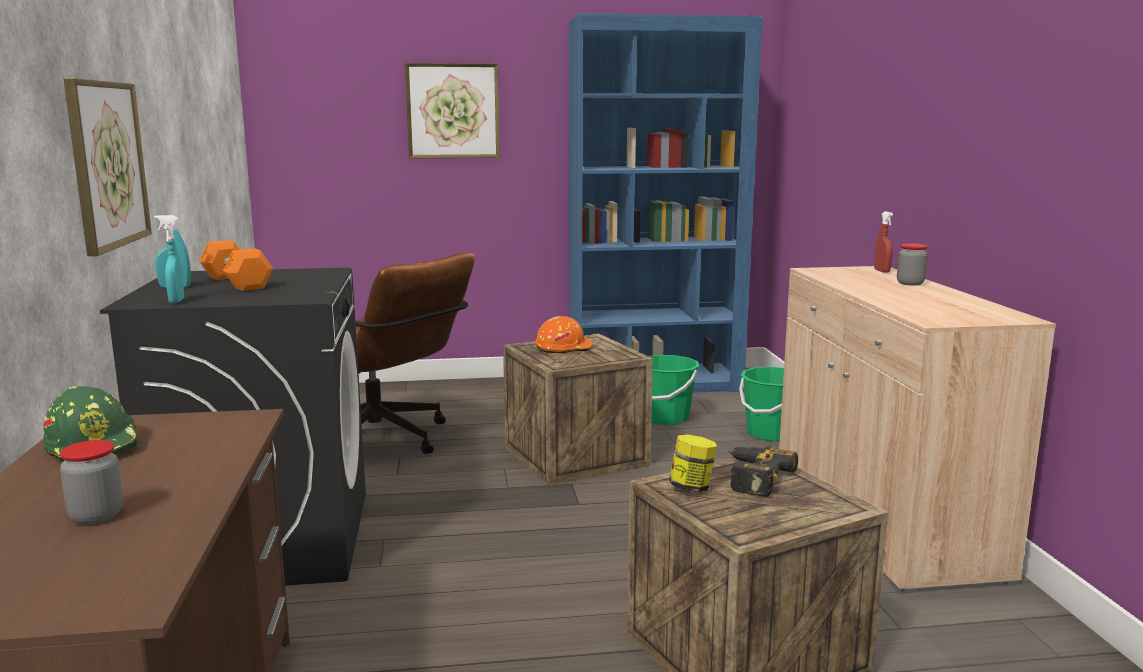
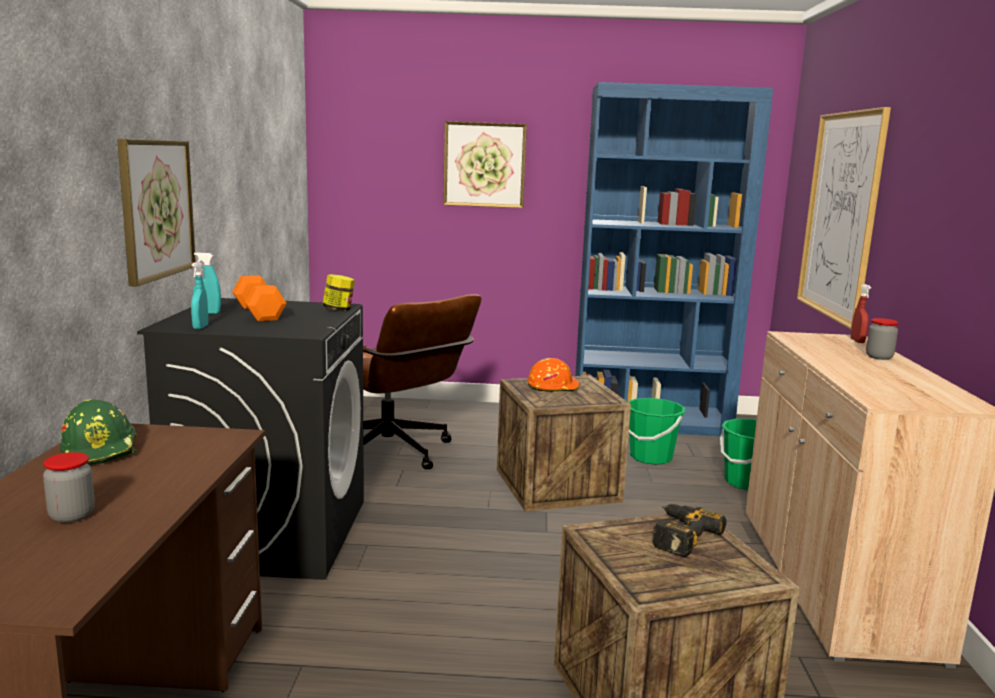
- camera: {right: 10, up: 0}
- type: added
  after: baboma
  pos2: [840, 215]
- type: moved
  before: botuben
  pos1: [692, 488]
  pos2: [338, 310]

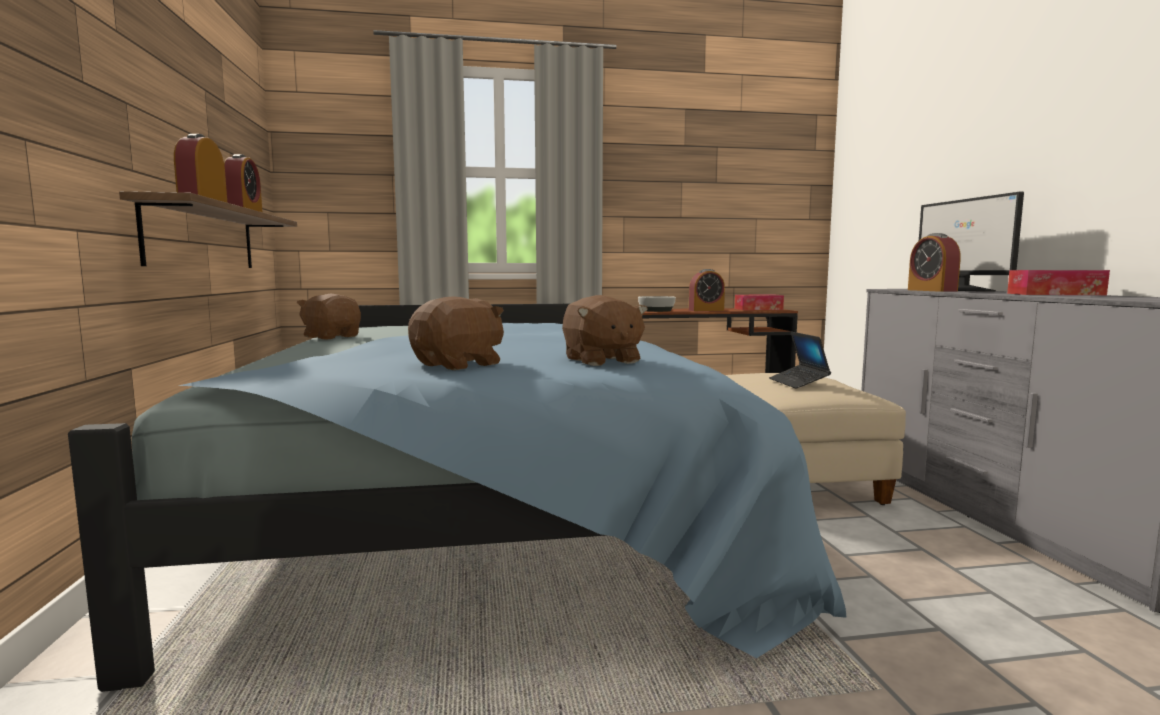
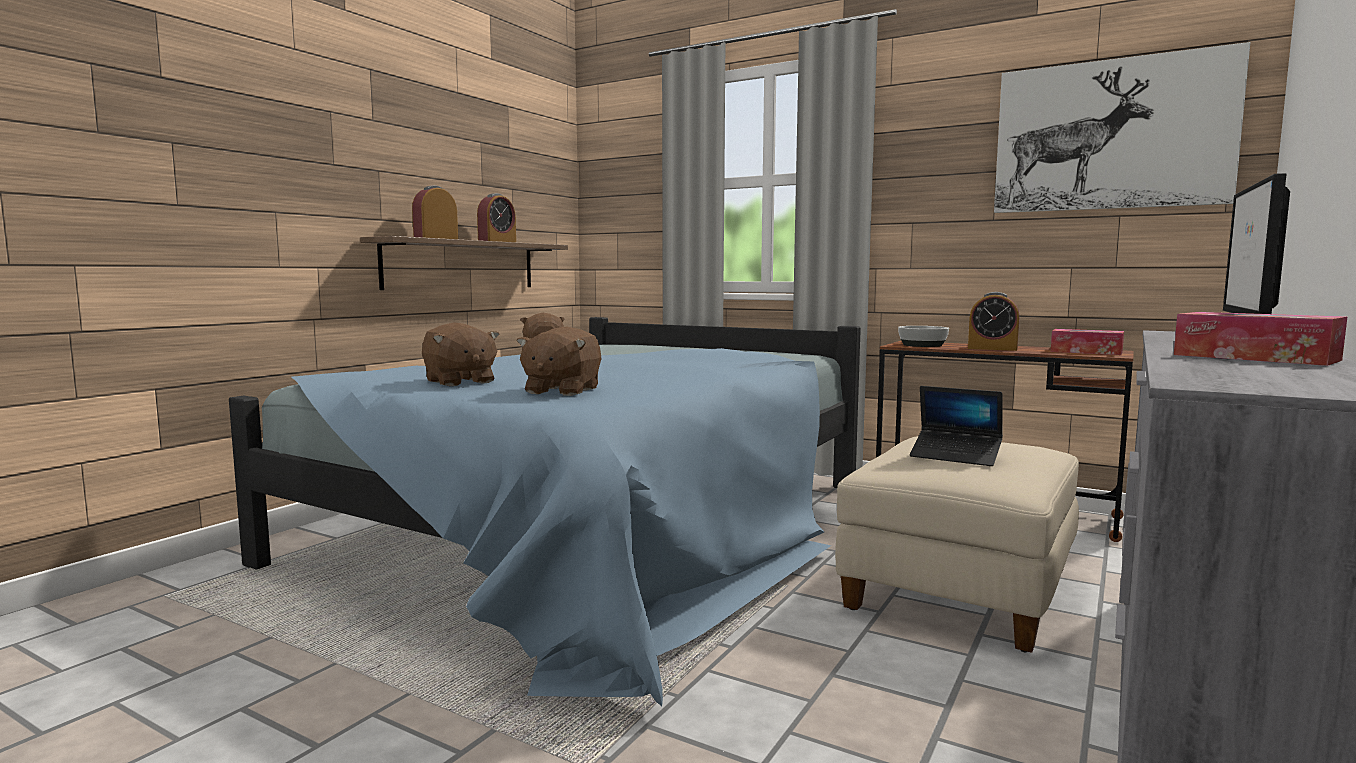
- camera: {right: 40, up: 0}
- type: removed
  before: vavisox
  pos1: [931, 290]
- type: added
  after: baboma
  pos2: [1111, 135]
- type: turned
  before: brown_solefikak
  pos1: [459, 365]
  pos2: [459, 382]
  turn: 60
- type: turned
  before: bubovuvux
  pos1: [798, 383]
  pos2: [955, 456]
  turn: -90

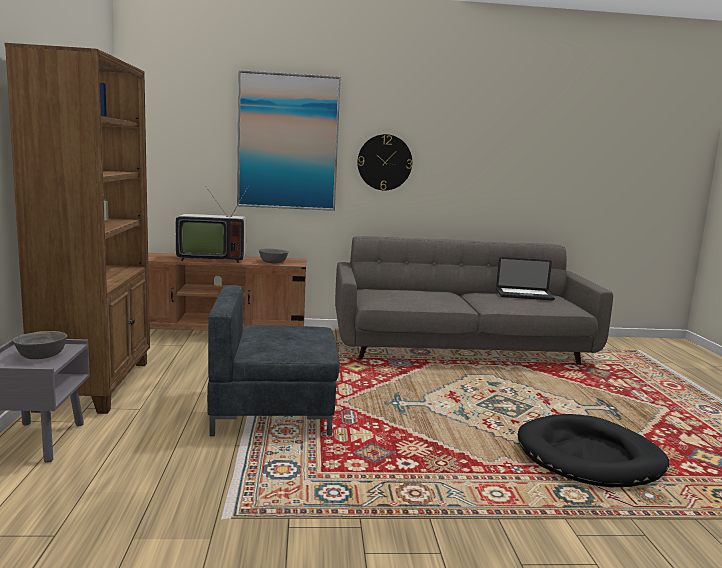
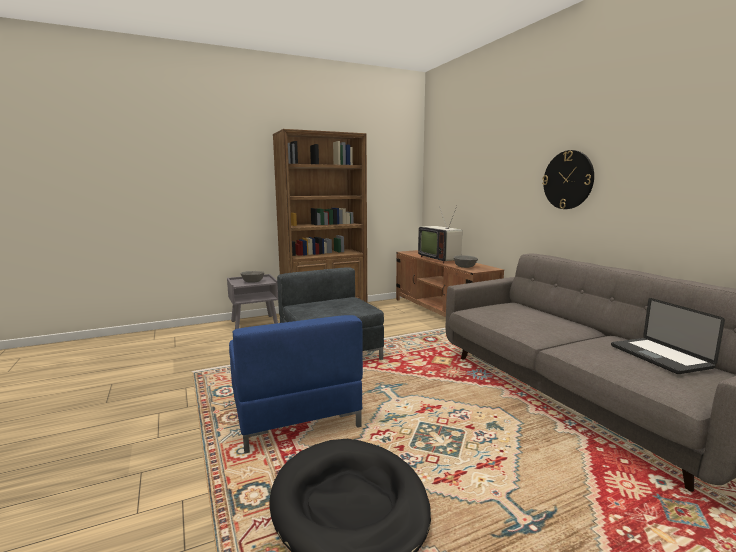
- camera: {right: 70, up: 0}
- type: removed
  before: baboma
  pos1: [288, 142]
- type: added
  after: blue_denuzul
  pos2: [294, 411]

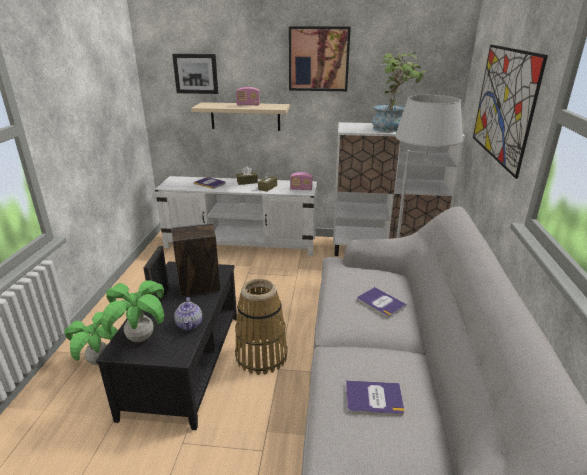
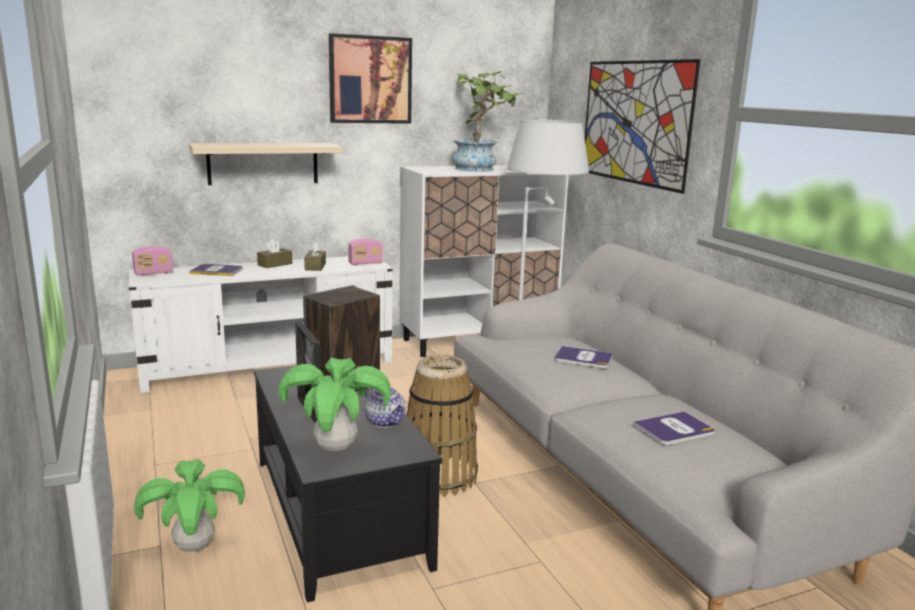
- camera: {right: -30, up: -10}
- type: removed
  before: baboma
  pos1: [196, 73]
- type: moved
  before: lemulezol
  pos1: [248, 105]
  pos2: [153, 273]

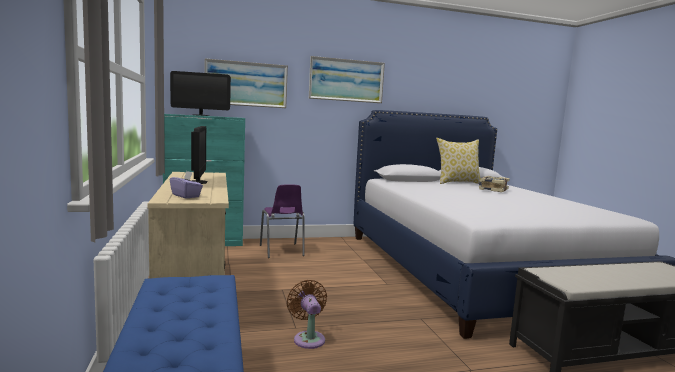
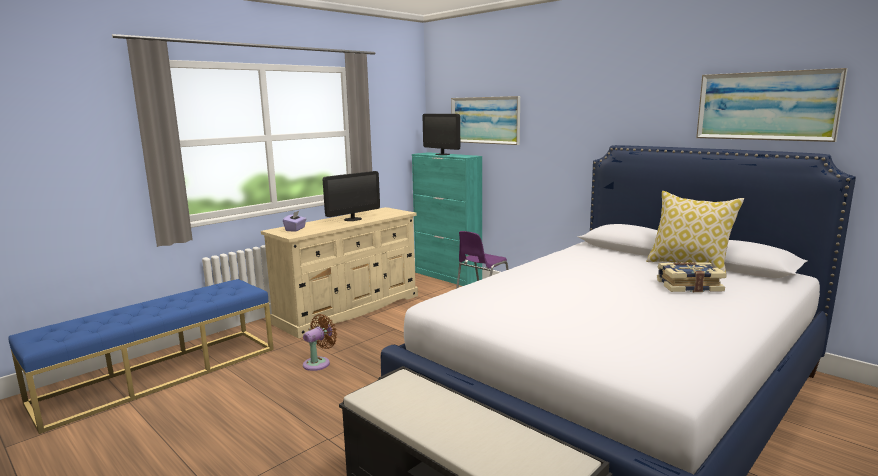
- camera: {right: 60, up: 5}
- type: moved
  before: baboma
  pos1: [346, 80]
  pos2: [766, 106]

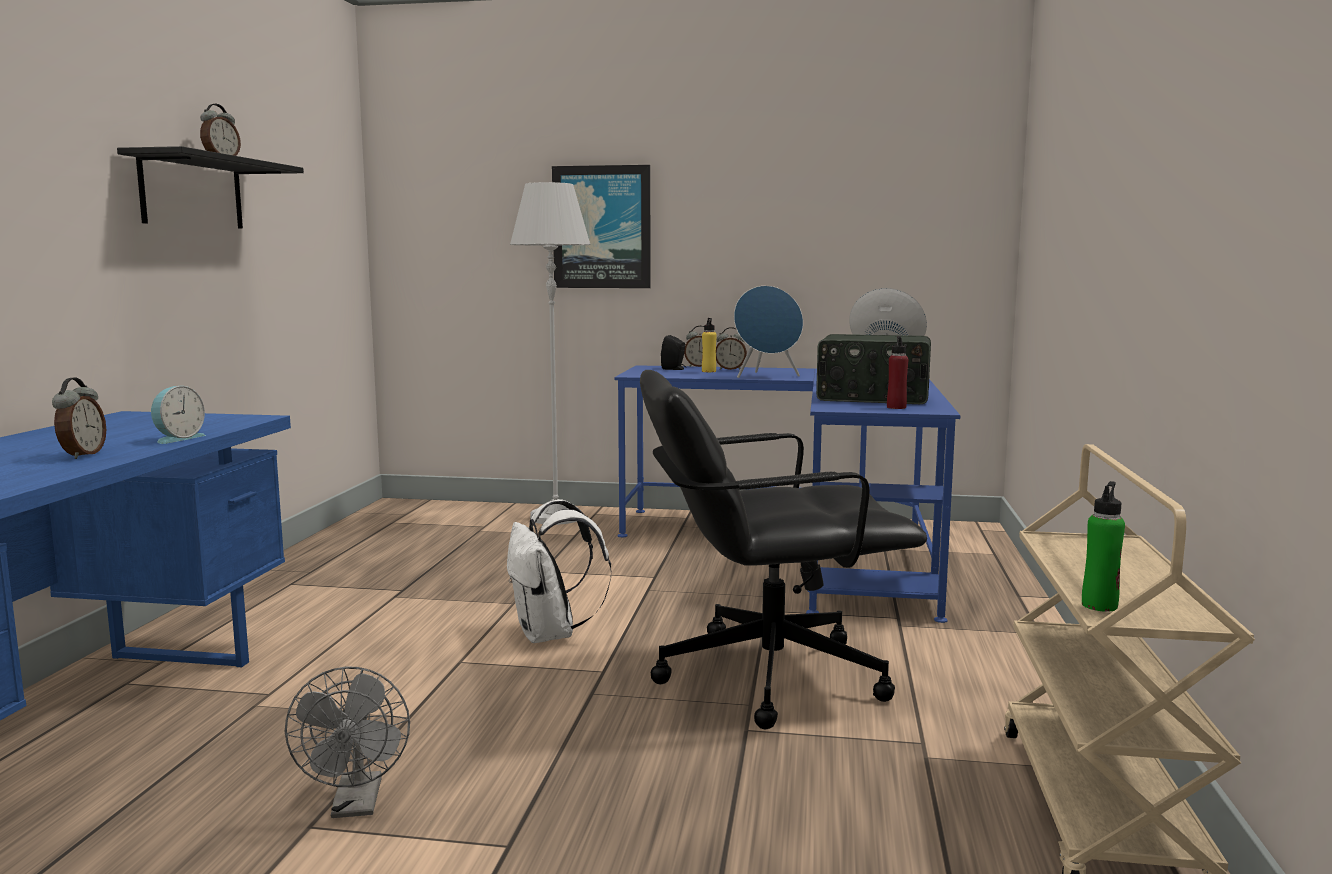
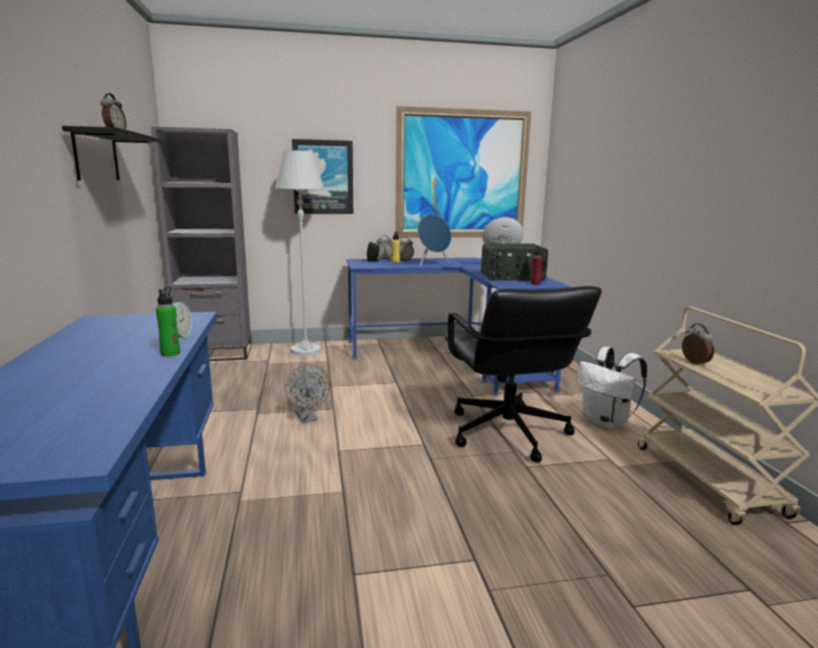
- camera: {right: -20, up: 5}
- type: added
  after: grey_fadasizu
  pos2: [215, 353]
- type: added
  after: baboma
  pos2: [462, 175]
- type: moved
  before: vavisox
  pos1: [82, 455]
  pos2: [694, 363]
- type: moved
  before: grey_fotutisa
  pos1: [356, 806]
  pos2: [308, 418]
- type: moved
  before: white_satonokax
  pos1: [550, 634]
  pos2: [606, 422]
- type: moved
  before: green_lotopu
  pos1: [1099, 605]
  pos2: [170, 353]
- type: turned
  before: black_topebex
  pos1: [767, 675]
  pos2: [507, 433]
  turn: -75

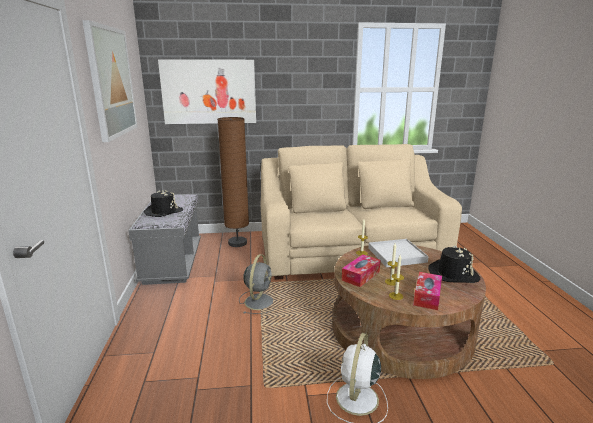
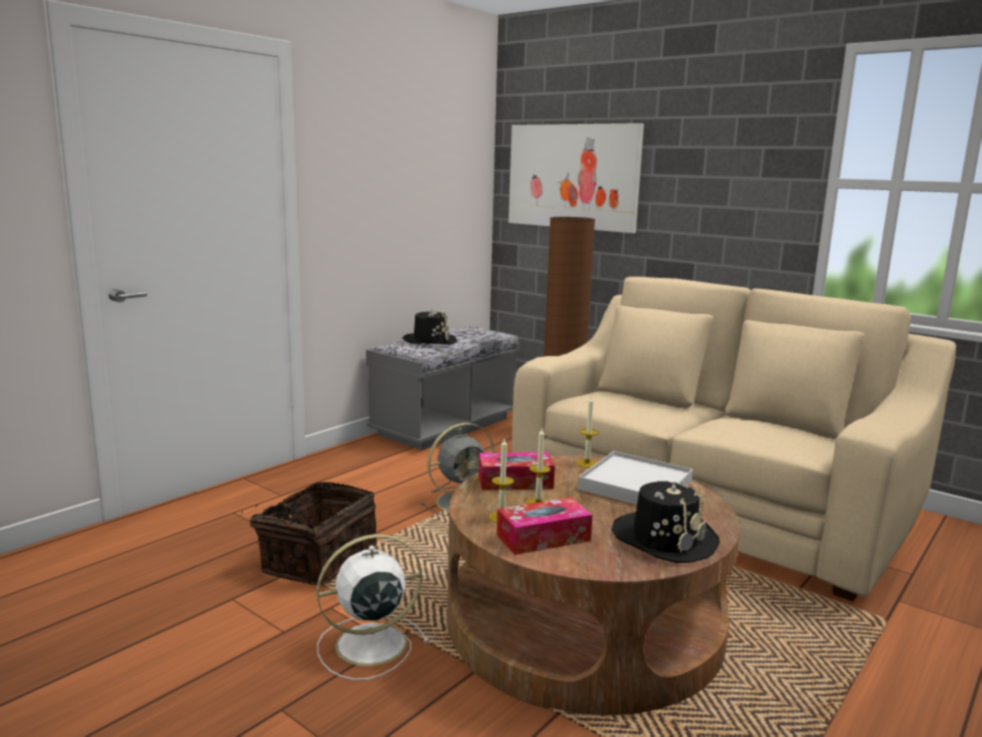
- camera: {right: 45, up: -5}
- type: removed
  before: baboma
  pos1: [111, 82]
- type: added
  after: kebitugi
  pos2: [317, 559]

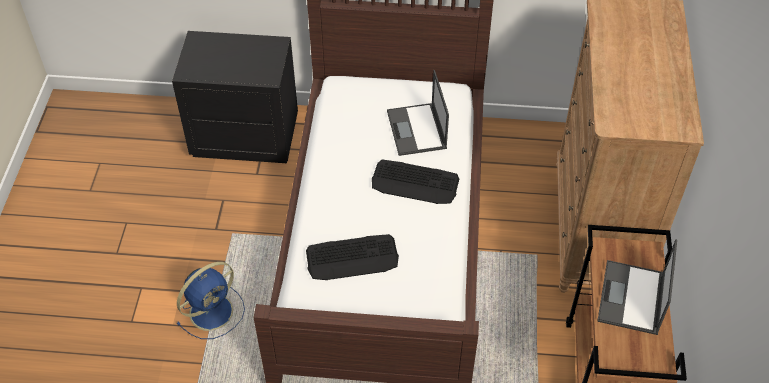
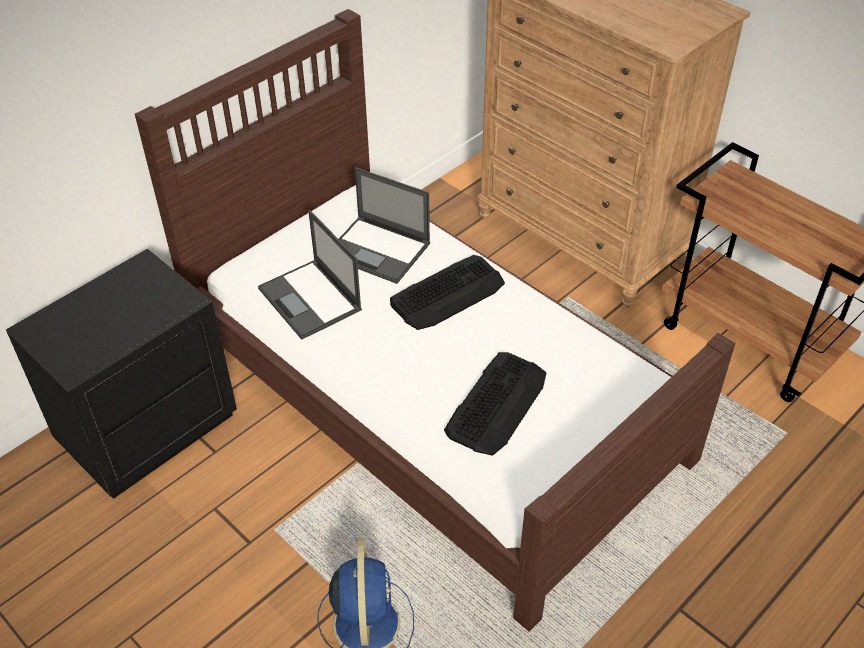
- camera: {right: -50, up: -5}
- type: moved
  before: bubovuvux
  pos1: [631, 298]
  pos2: [311, 300]

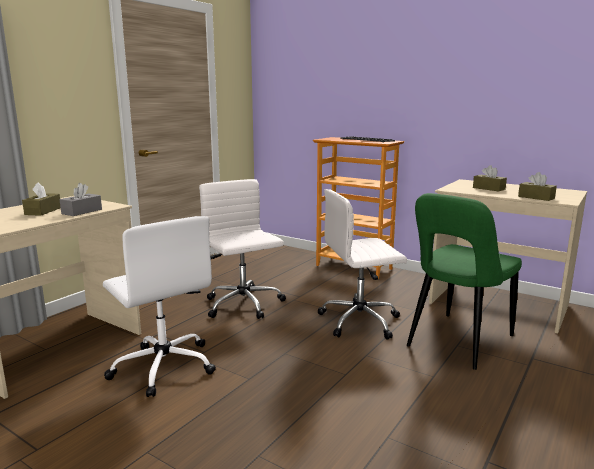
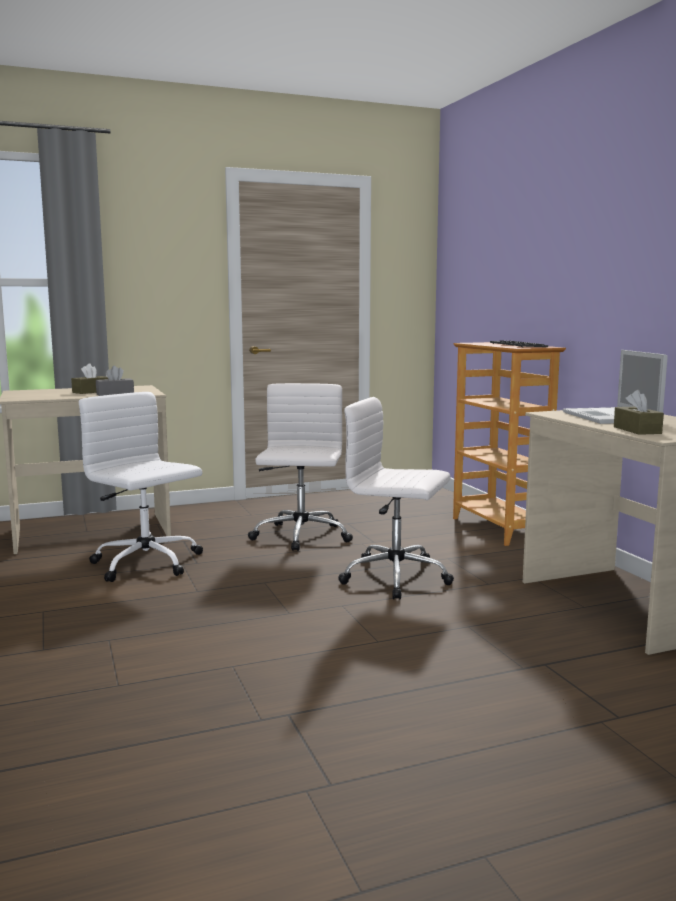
- camera: {right: 35, up: -5}
- type: removed
  before: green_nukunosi
  pos1: [457, 343]
- type: replaced
  before: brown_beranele
  after: bubovuvux
  pos1: [488, 188]
  pos2: [611, 417]
- type: turned
  before: white_topebex
  pos1: [164, 366]
  pos2: [147, 564]
  turn: 135

